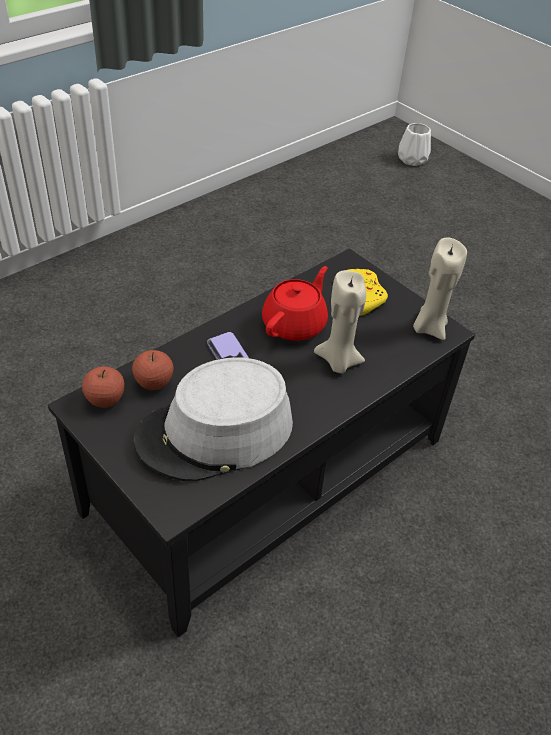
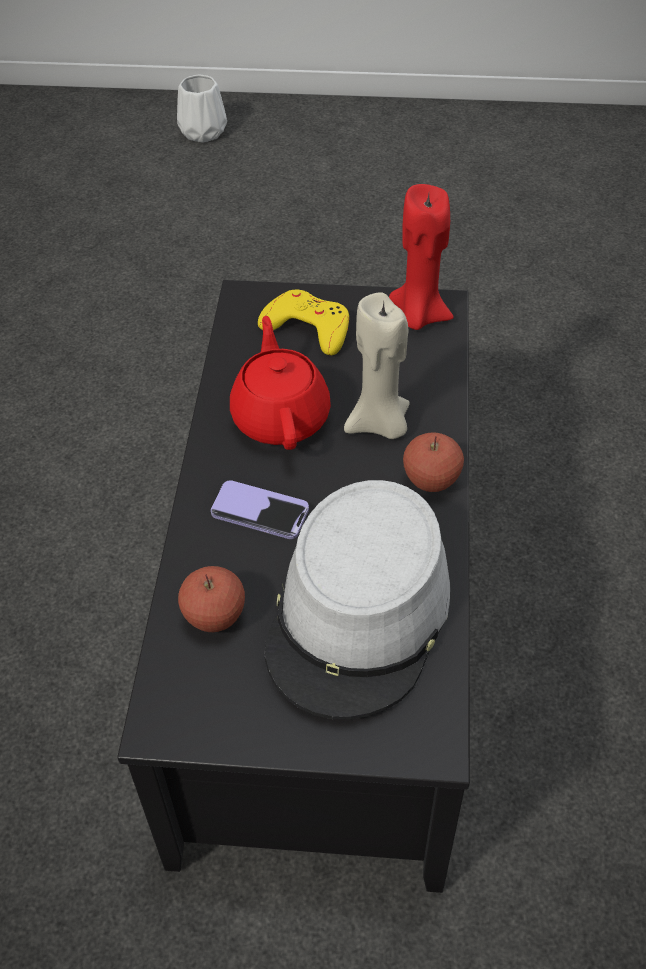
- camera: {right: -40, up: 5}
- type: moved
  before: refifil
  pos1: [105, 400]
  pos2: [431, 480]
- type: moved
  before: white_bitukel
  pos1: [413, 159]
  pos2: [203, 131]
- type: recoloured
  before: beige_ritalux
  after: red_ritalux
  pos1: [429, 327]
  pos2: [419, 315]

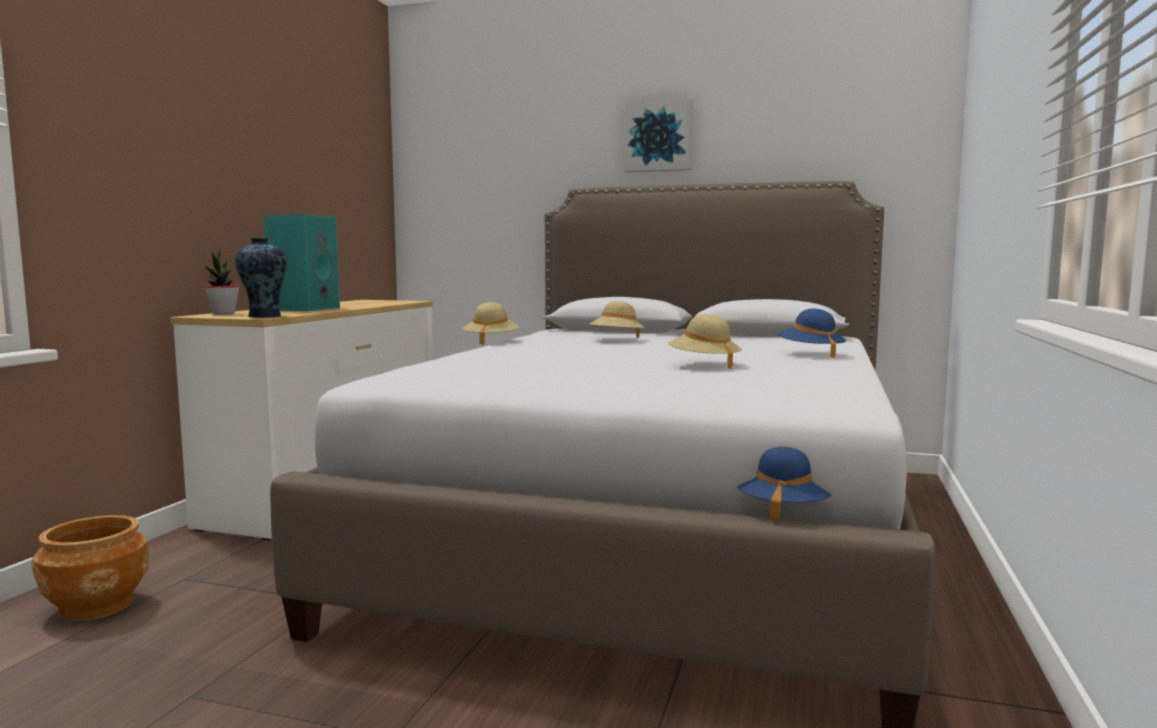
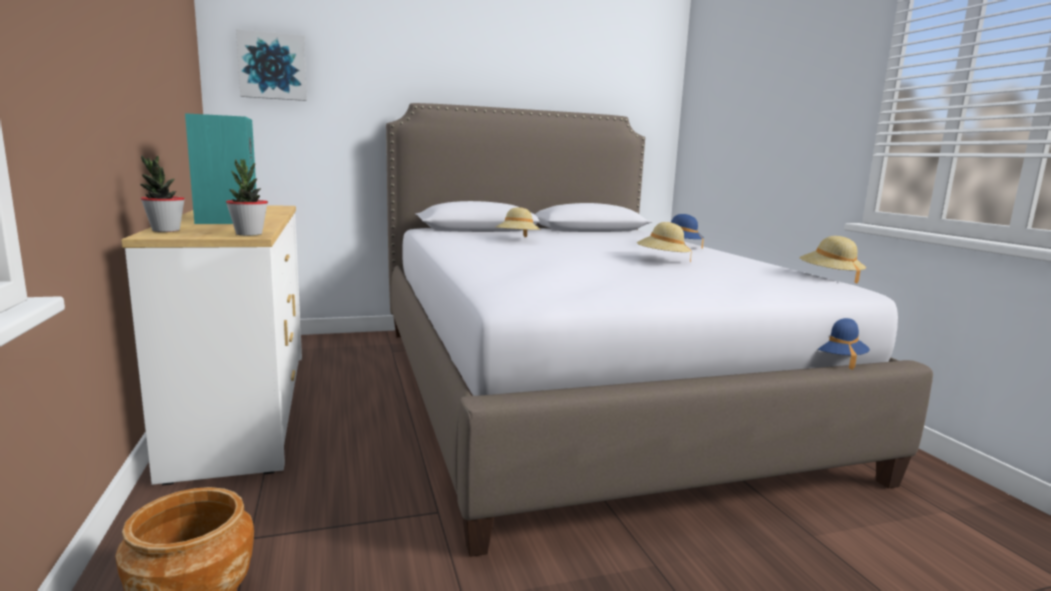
- camera: {right: -35, up: 5}
- type: moved
  before: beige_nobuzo
  pos1: [491, 341]
  pos2: [829, 277]
- type: moved
  before: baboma
  pos1: [659, 136]
  pos2: [273, 66]
- type: replaced
  before: bitukel
  after: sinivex
  pos1: [263, 316]
  pos2: [249, 234]

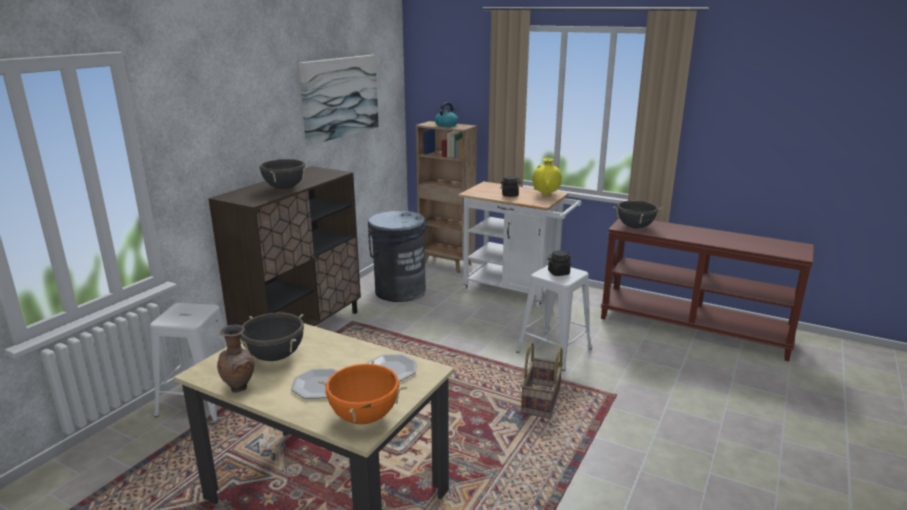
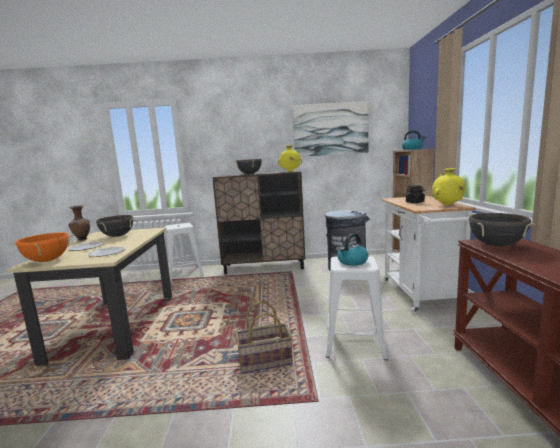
- camera: {right: 60, up: -10}
- type: added
  after: yellow_bitukel
  pos2: [290, 171]
- type: replaced
  before: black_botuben
  after: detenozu
  pos1: [558, 273]
  pos2: [352, 262]

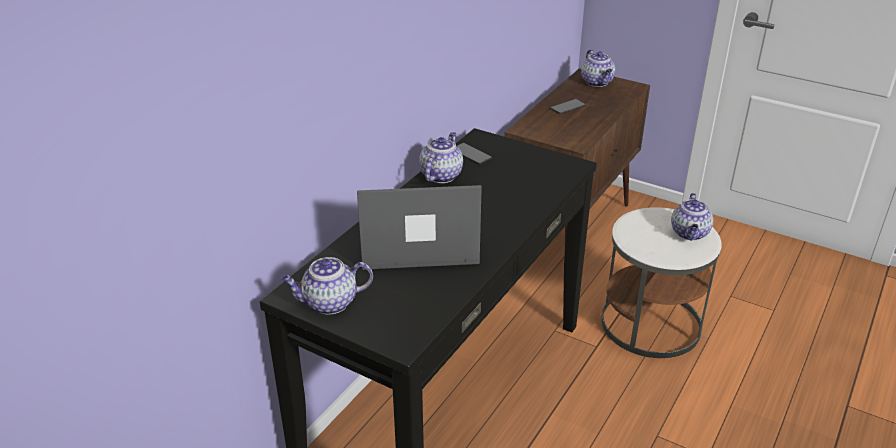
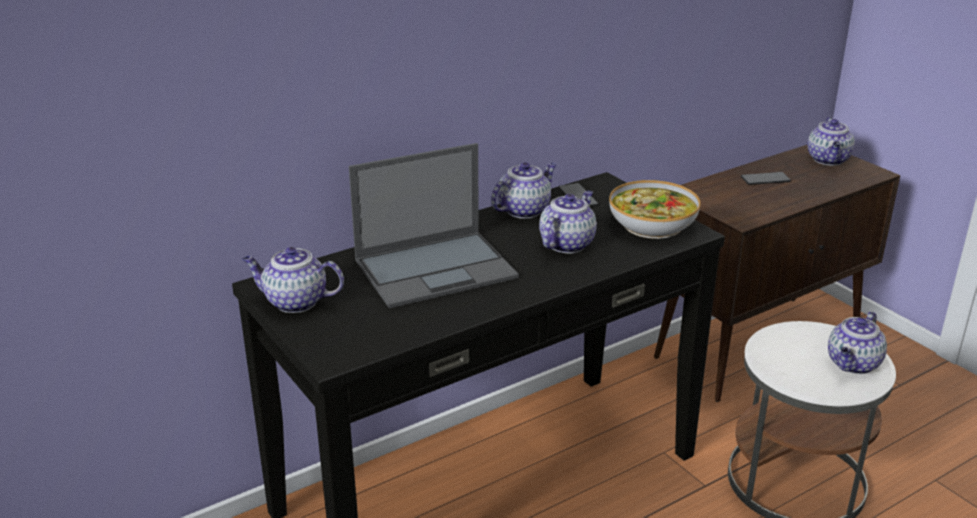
- camera: {right: 25, up: -5}
- type: added
  after: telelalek
  pos2: [567, 244]
- type: added
  after: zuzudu
  pos2: [653, 225]
- type: turned
  before: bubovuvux
  pos1: [417, 242]
  pos2: [437, 268]
  turn: 135

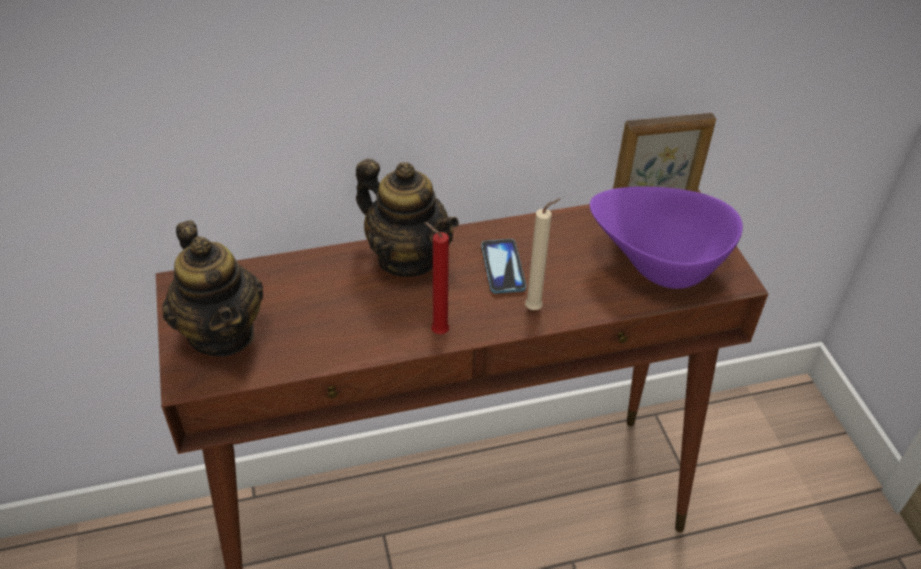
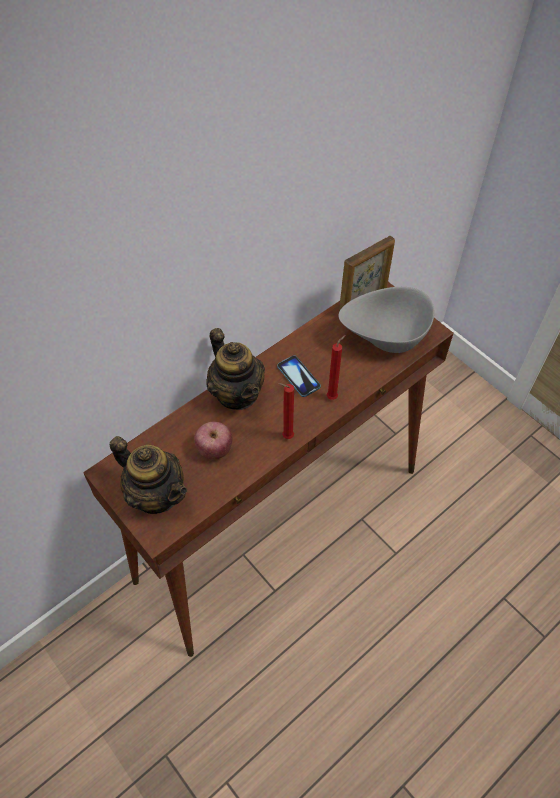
- camera: {right: -25, up: 10}
- type: added
  after: refifil
  pos2: [214, 449]
- type: recoloured
  before: beige_ritalux
  after: red_ritalux
  pos1: [536, 308]
  pos2: [333, 396]
- type: recoloured
  before: purple_zuzudu
  after: grey_zuzudu
  pos1: [657, 264]
  pos2: [385, 338]
- type: turned
  before: telelalek
  pos1: [407, 257]
  pos2: [237, 393]
  turn: 45

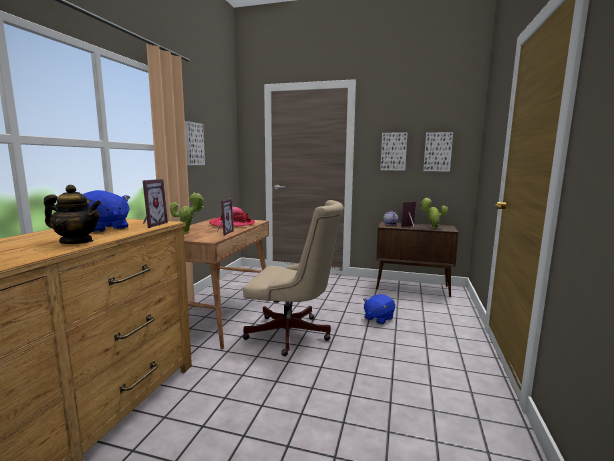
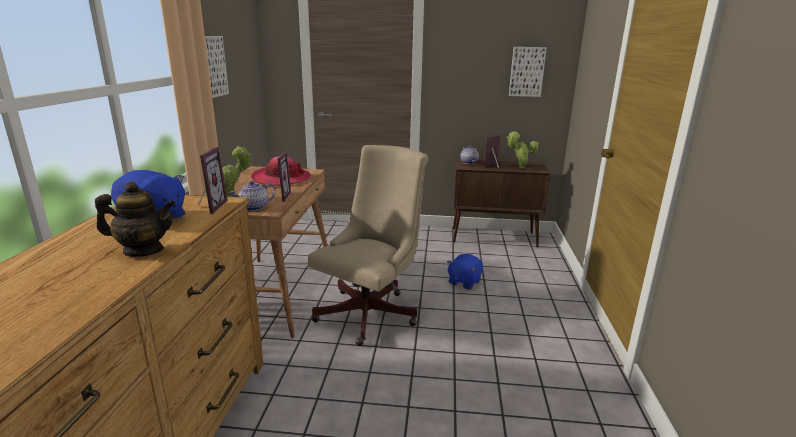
- camera: {right: -10, up: 10}
- type: removed
  before: baboma
  pos1: [393, 151]
- type: added
  after: telelalek
  pos2: [254, 207]
- type: turned
  before: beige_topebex
  pos1: [293, 335]
  pos2: [371, 312]
  turn: -60

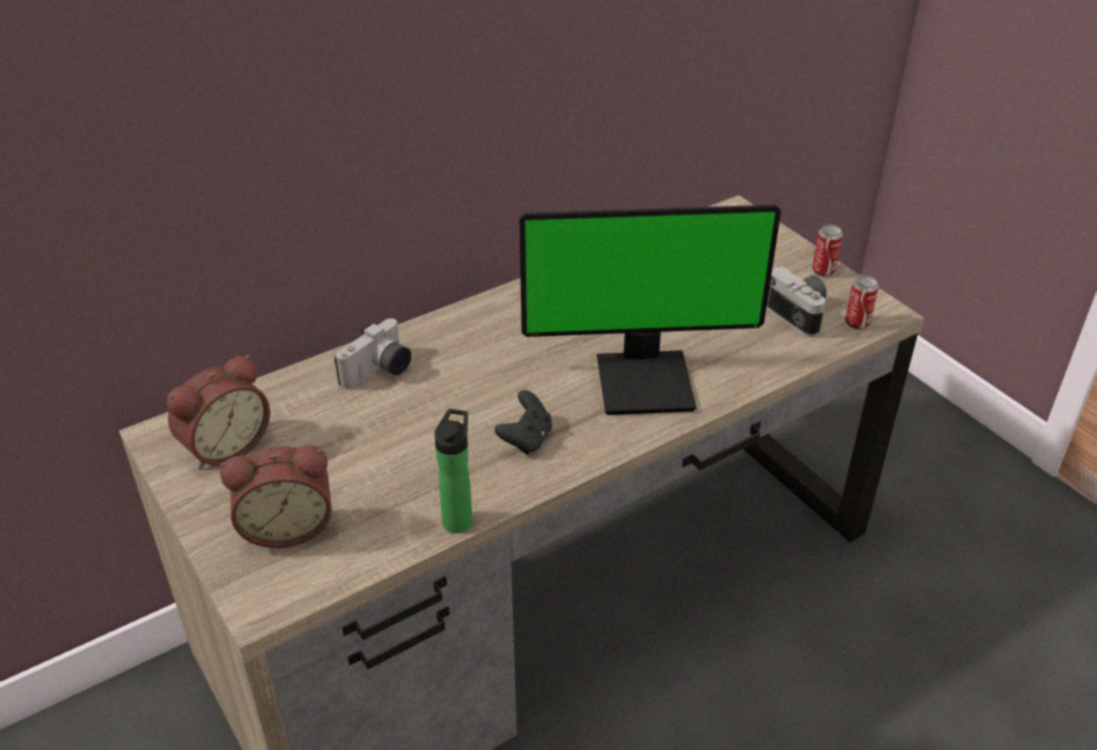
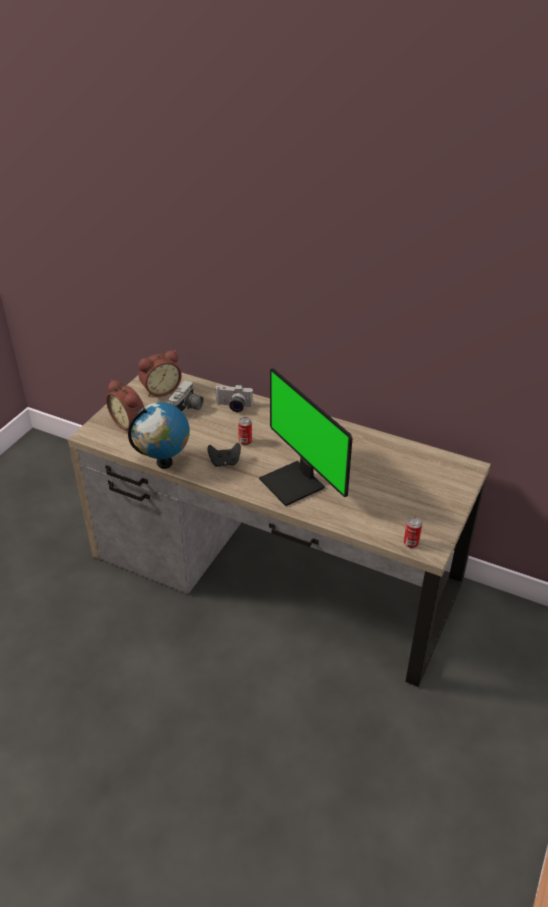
- camera: {right: 60, up: 0}
- type: moved
  before: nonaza
  pos1: [800, 313]
  pos2: [188, 408]
- type: moved
  before: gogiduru
  pos1: [823, 270]
  pos2: [245, 441]
- type: replaced
  before: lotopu
  after: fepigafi
  pos1: [458, 518]
  pos2: [164, 463]
- type: turned
  before: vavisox
  pos1: [224, 446]
  pos2: [160, 389]
  turn: -45

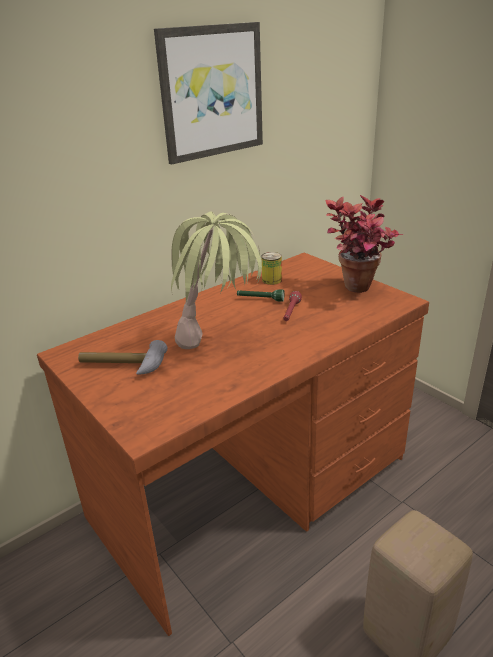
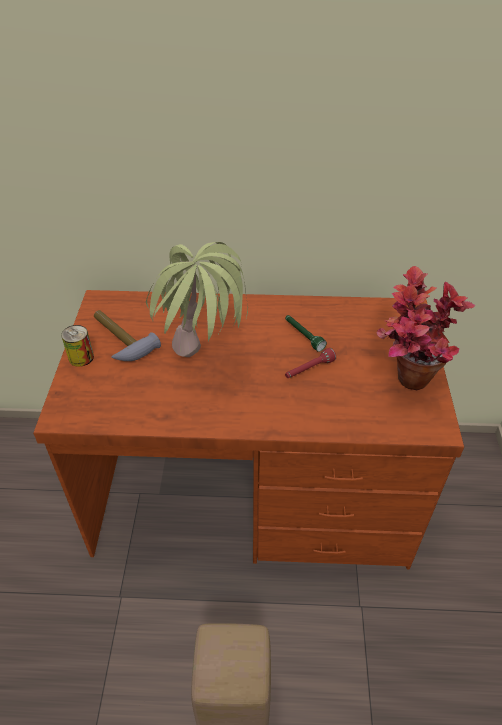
- camera: {right: 40, up: 15}
- type: removed
  before: baboma
  pos1: [211, 92]
- type: moved
  before: gogiduru
  pos1: [272, 280]
  pos2: [81, 357]

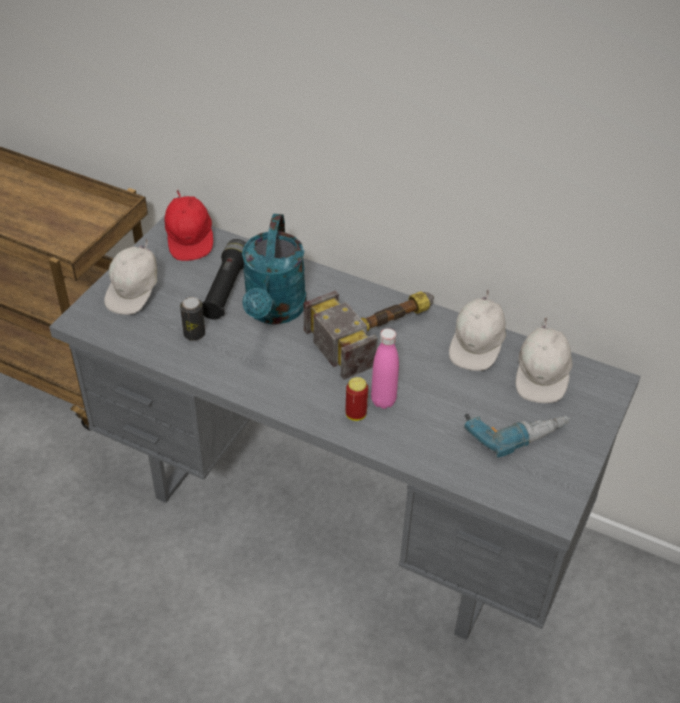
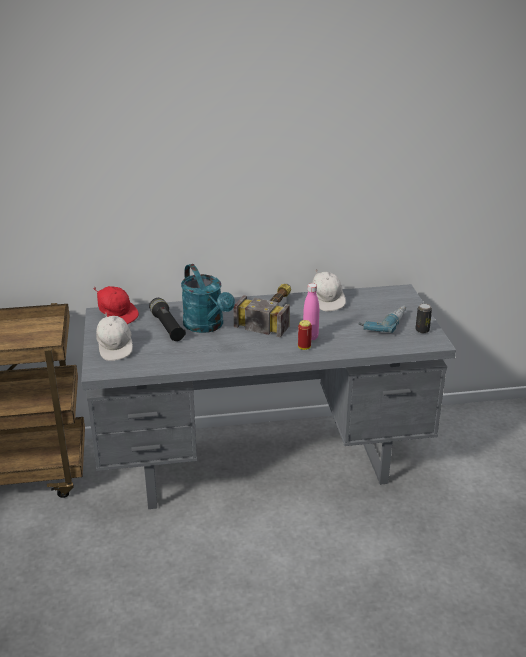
- camera: {right: -35, up: -15}
- type: removed
  before: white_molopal
  pos1: [542, 377]
- type: moved
  before: gogiduru
  pos1: [194, 334]
  pos2: [422, 330]

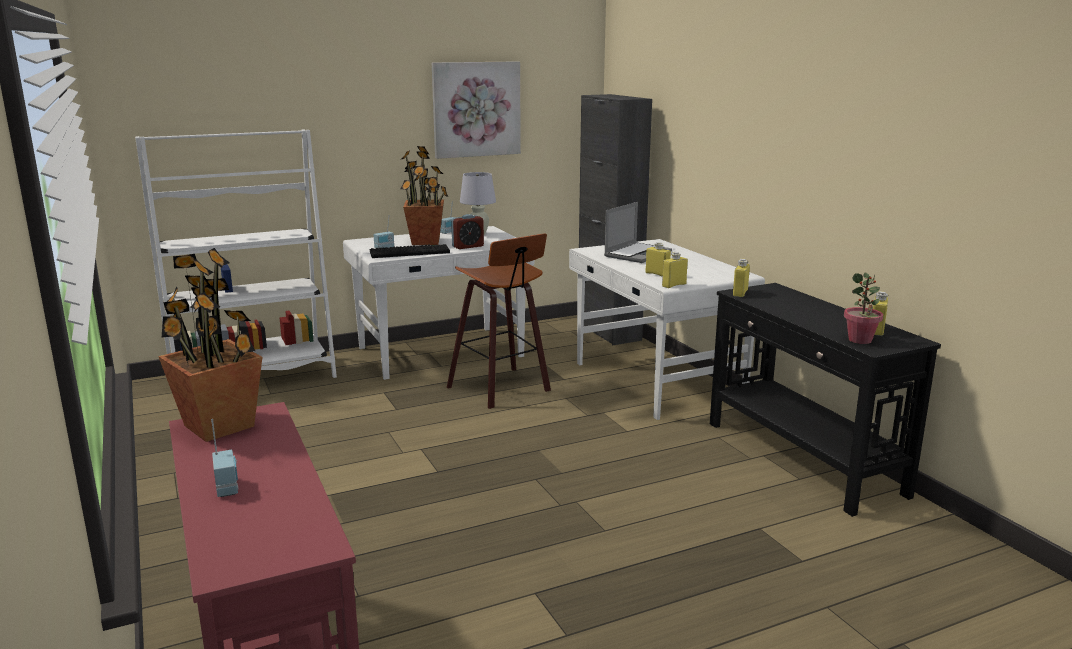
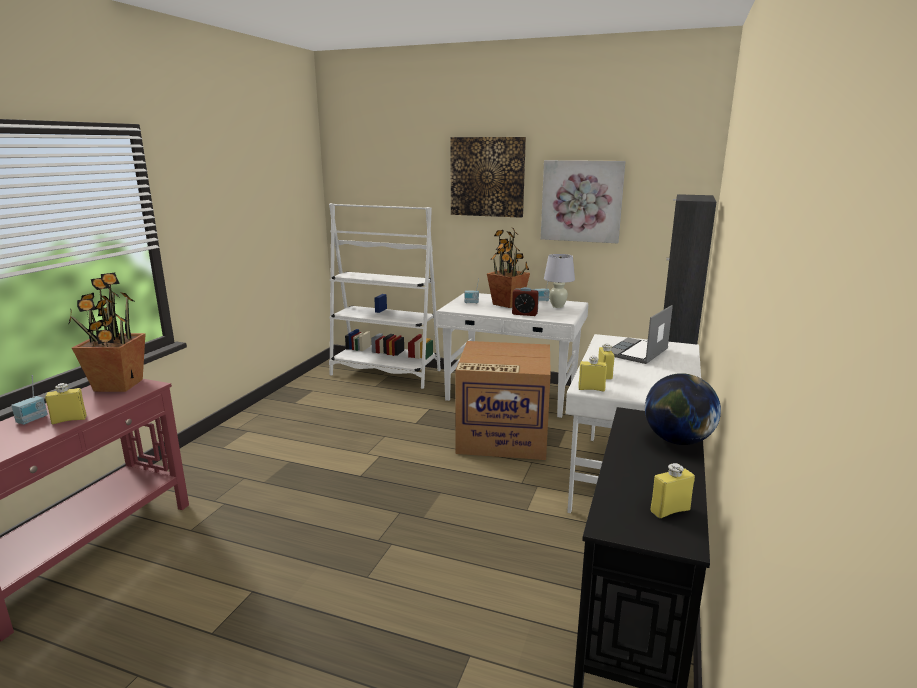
- camera: {right: 45, up: 0}
- type: removed
  before: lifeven
  pos1: [410, 252]
- type: removed
  before: sinivex
  pos1: [860, 340]
- type: added
  after: baboma
  pos2: [487, 177]
- type: added
  after: fepigafi
  pos2: [677, 440]
- type: moved
  before: yellow_lotopu
  pos1: [740, 293]
  pos2: [69, 420]
- type: replaced
  before: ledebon
  after: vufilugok
  pos1: [502, 389]
  pos2: [501, 436]
- type: turned
  before: bubovuvux
  pos1: [637, 254]
  pos2: [637, 353]
  turn: 135

